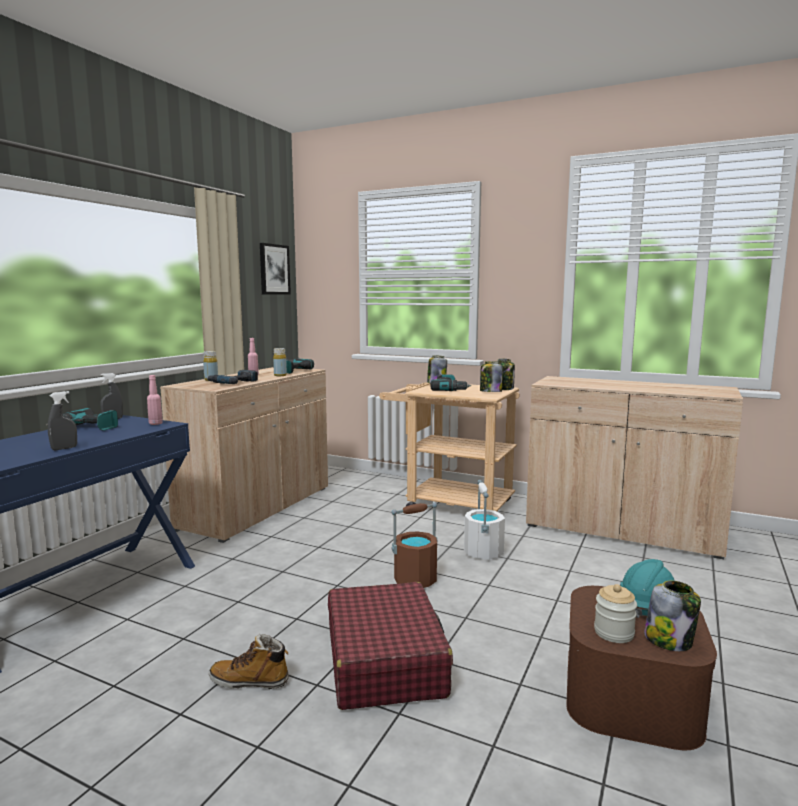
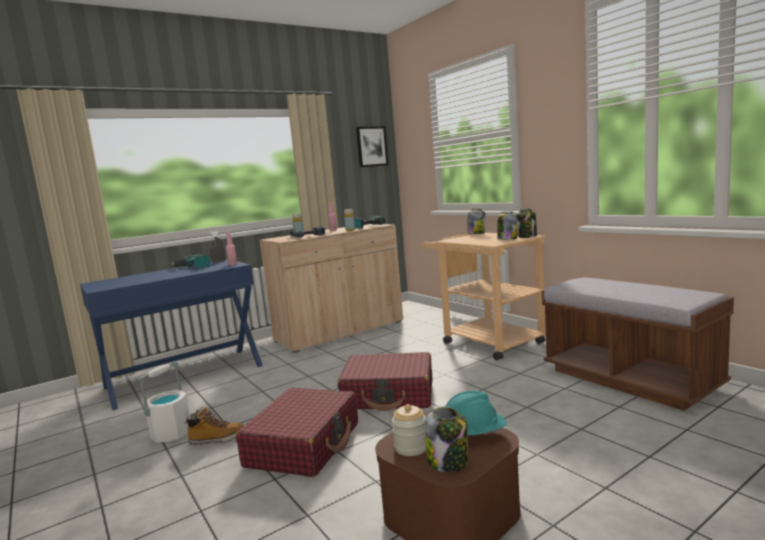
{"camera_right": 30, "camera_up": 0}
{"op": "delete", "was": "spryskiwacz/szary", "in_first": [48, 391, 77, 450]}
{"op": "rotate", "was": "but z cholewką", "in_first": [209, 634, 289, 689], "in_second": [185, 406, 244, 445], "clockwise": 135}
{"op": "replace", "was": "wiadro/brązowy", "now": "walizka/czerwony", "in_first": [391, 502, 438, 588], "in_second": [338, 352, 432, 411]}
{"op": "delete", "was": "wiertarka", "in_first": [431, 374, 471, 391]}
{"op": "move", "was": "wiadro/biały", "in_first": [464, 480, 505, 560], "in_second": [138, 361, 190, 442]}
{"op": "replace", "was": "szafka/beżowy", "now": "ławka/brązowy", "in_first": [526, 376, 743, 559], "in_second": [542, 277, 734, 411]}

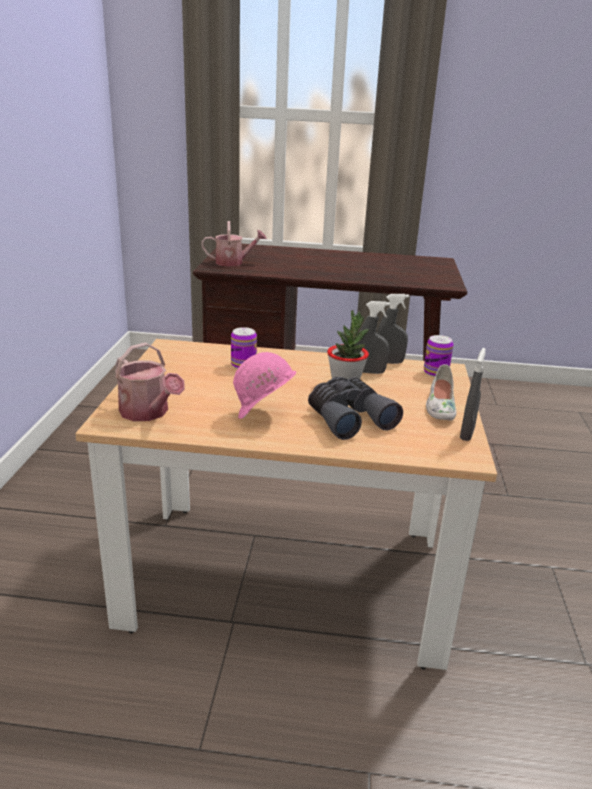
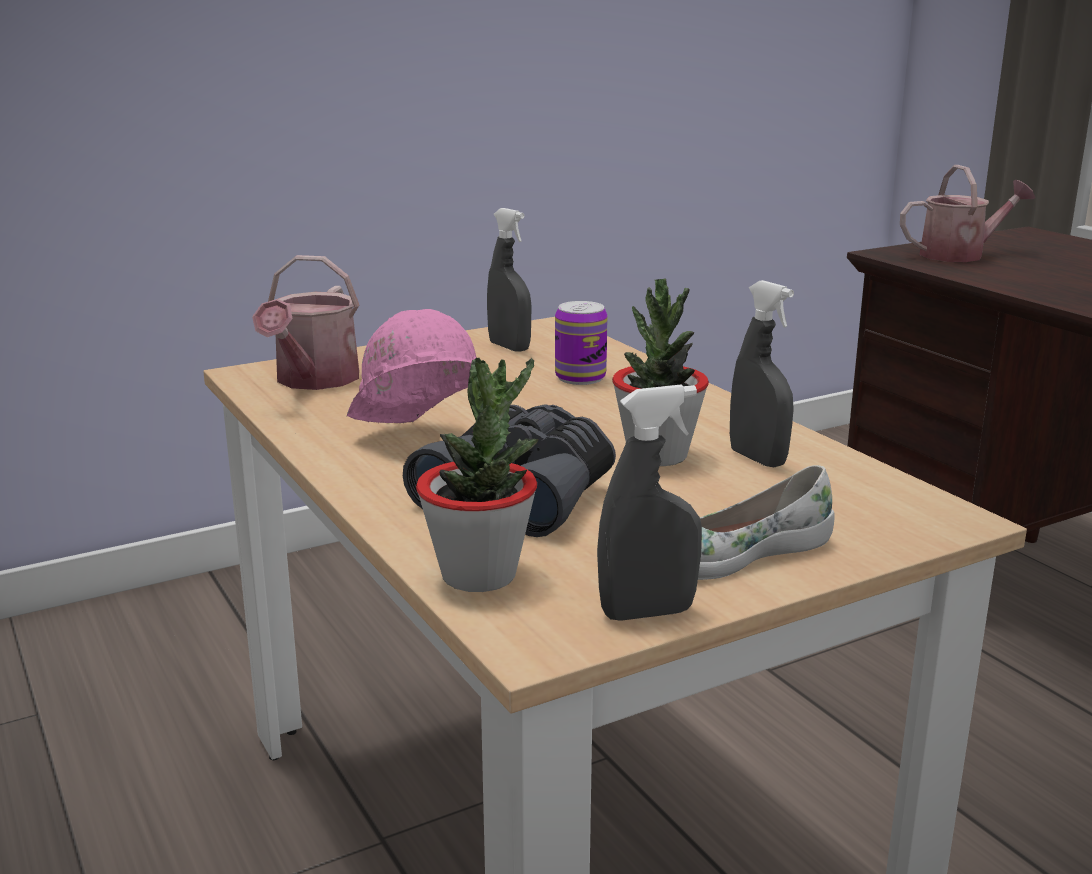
{"camera_right": 55, "camera_up": -5}
{"op": "rotate", "was": "konewka", "in_first": [201, 221, 267, 267], "in_second": [900, 165, 1036, 262], "clockwise": -60}
{"op": "move", "was": "spryskiwacz/szary", "in_first": [377, 294, 409, 364], "in_second": [487, 208, 532, 352]}
{"op": "delete", "was": "puszka", "in_first": [424, 335, 453, 377]}
{"op": "insert", "now": "roślina doniczkowa", "in_second": [416, 358, 539, 592]}

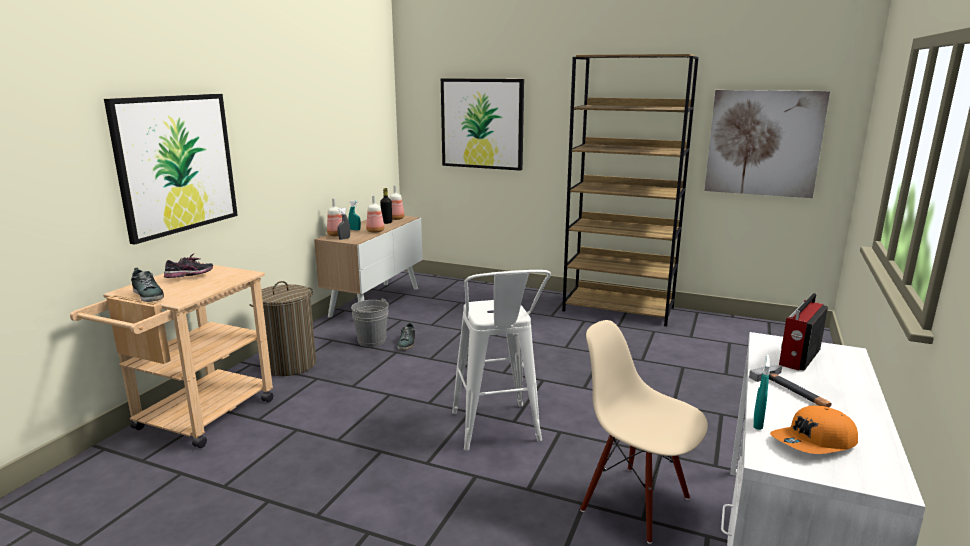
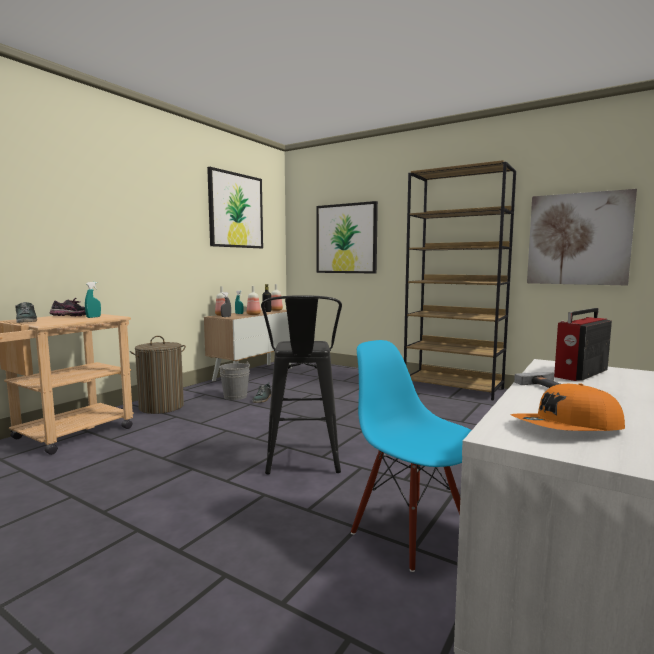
{"camera_right": 10, "camera_up": -10}
{"op": "move", "was": "obraz", "in_first": [104, 94, 238, 245], "in_second": [207, 167, 263, 248]}
{"op": "recolor", "was": "stołek/biały", "now": "stołek/czarny", "in_first": [452, 270, 551, 451], "in_second": [261, 295, 342, 475]}
{"op": "recolor", "was": "krzesło/beżowy", "now": "krzesło/niebieski", "in_first": [580, 320, 708, 544], "in_second": [351, 340, 472, 572]}
{"op": "move", "was": "spryskiwacz/turkusowy", "in_first": [753, 355, 770, 430], "in_second": [85, 282, 101, 318]}

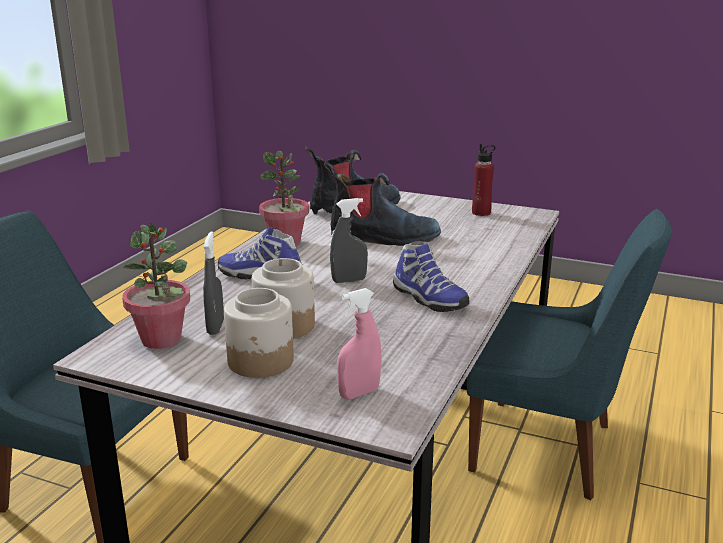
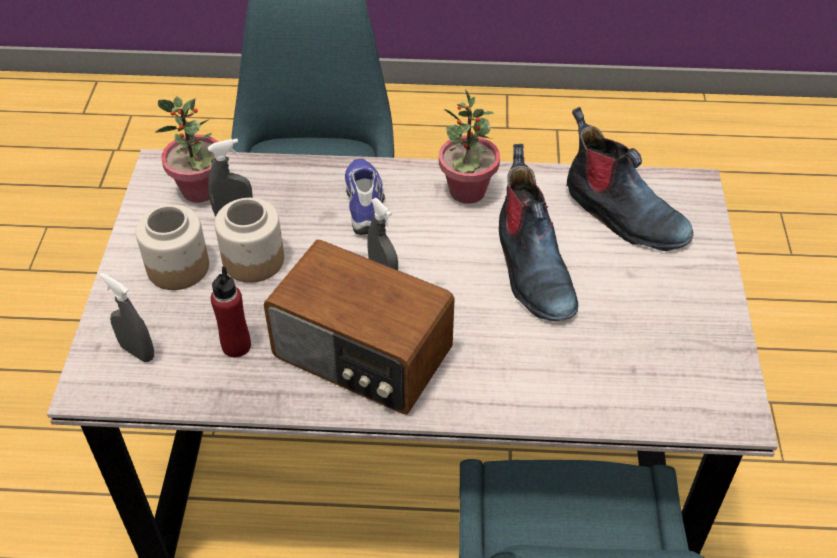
{"camera_right": 70, "camera_up": 25}
{"op": "recolor", "was": "spryskiwacz/różowy", "now": "spryskiwacz/szary", "in_first": [337, 288, 382, 399], "in_second": [100, 273, 154, 362]}
{"op": "replace", "was": "but", "now": "radio", "in_first": [393, 244, 470, 312], "in_second": [263, 240, 455, 415]}
{"op": "move", "was": "butelka/czerwony", "in_first": [472, 144, 495, 216], "in_second": [211, 266, 251, 357]}

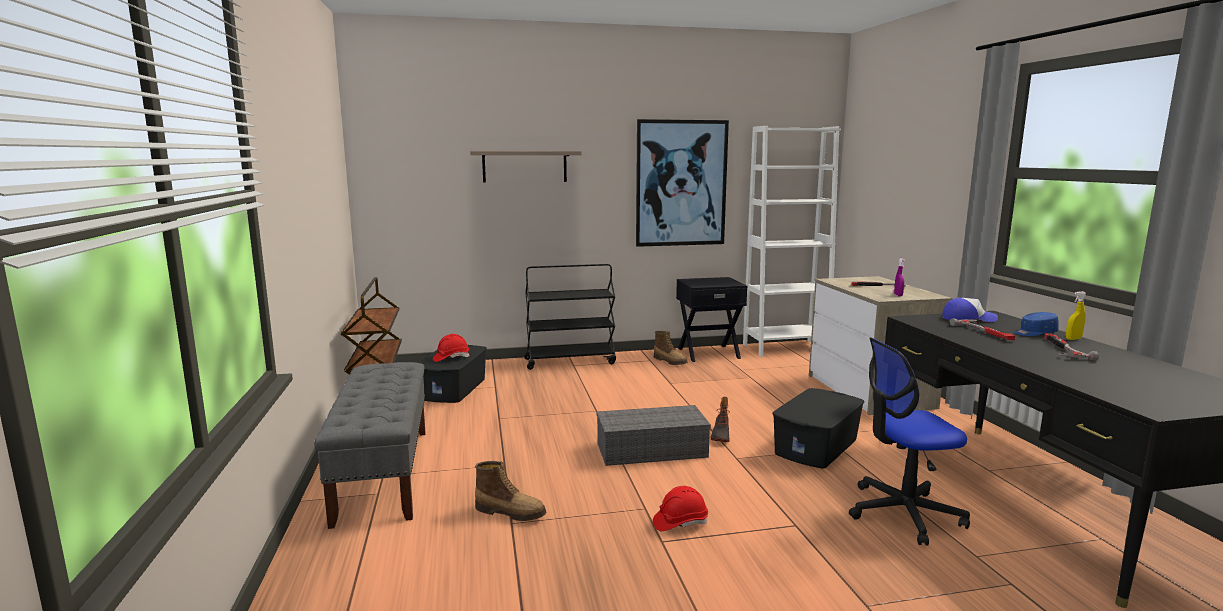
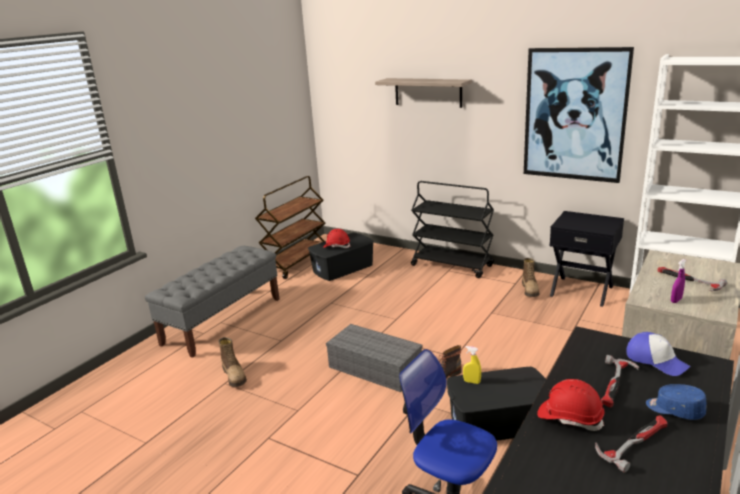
{"camera_right": 45, "camera_up": 10}
{"op": "move", "was": "kask/czerwony", "in_first": [653, 486, 708, 531], "in_second": [537, 379, 604, 431]}
{"op": "move", "was": "spryskiwacz/żółty", "in_first": [1066, 291, 1086, 340], "in_second": [463, 346, 481, 384]}

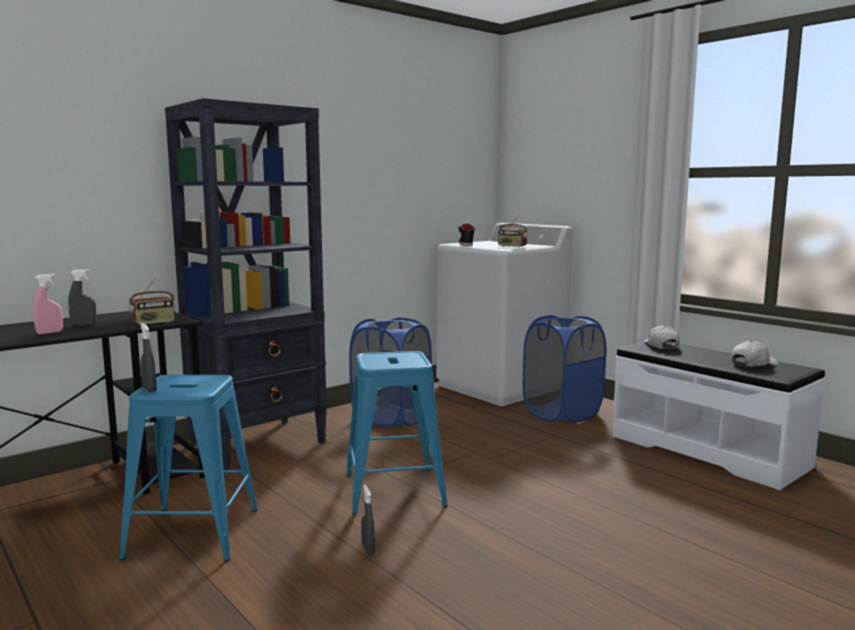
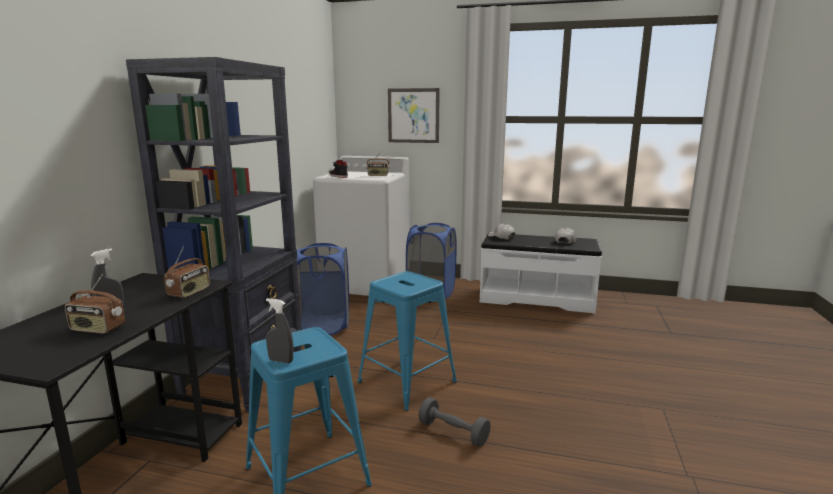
{"camera_right": -35, "camera_up": 5}
{"op": "replace", "was": "spryskiwacz/różowy", "now": "radio", "in_first": [33, 274, 63, 334], "in_second": [65, 275, 125, 334]}
{"op": "replace", "was": "spryskiwacz/szary", "now": "hantel/szary", "in_first": [361, 485, 375, 555], "in_second": [418, 397, 490, 447]}
{"op": "insert", "now": "obraz", "in_second": [388, 88, 440, 143]}

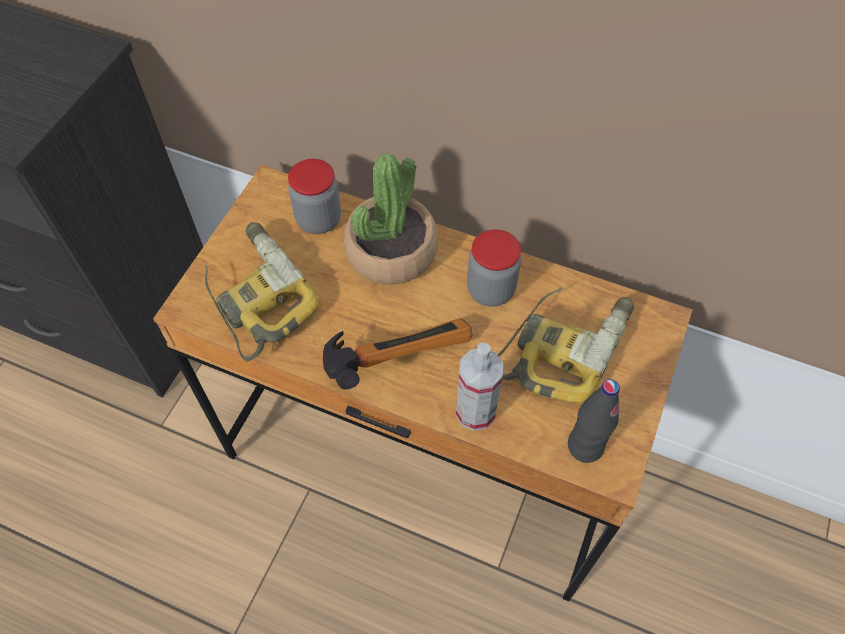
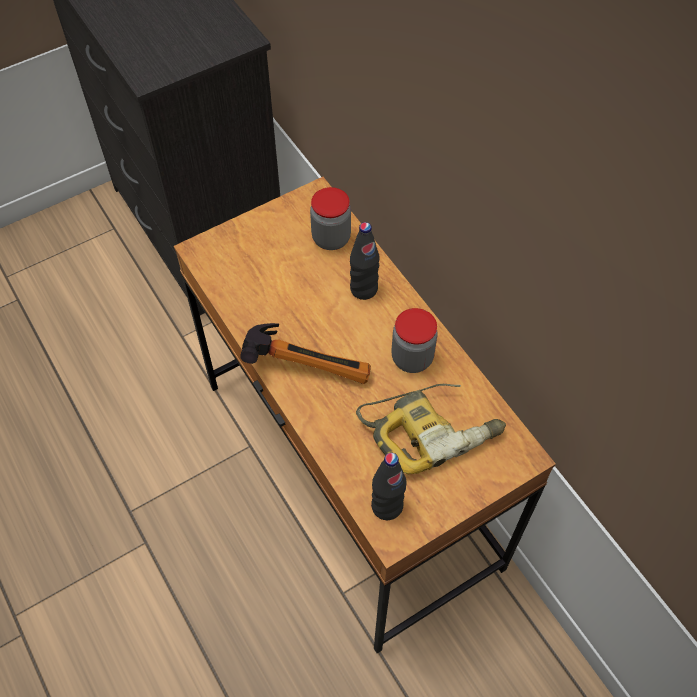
{"camera_right": 35, "camera_up": 0}
{"op": "delete", "was": "wiertarka", "in_first": [205, 222, 318, 362]}
{"op": "replace", "was": "roślina doniczkowa", "now": "butelka/czarny", "in_first": [344, 153, 438, 284], "in_second": [350, 222, 380, 300]}
{"op": "delete", "was": "spryskiwacz", "in_first": [456, 343, 504, 431]}

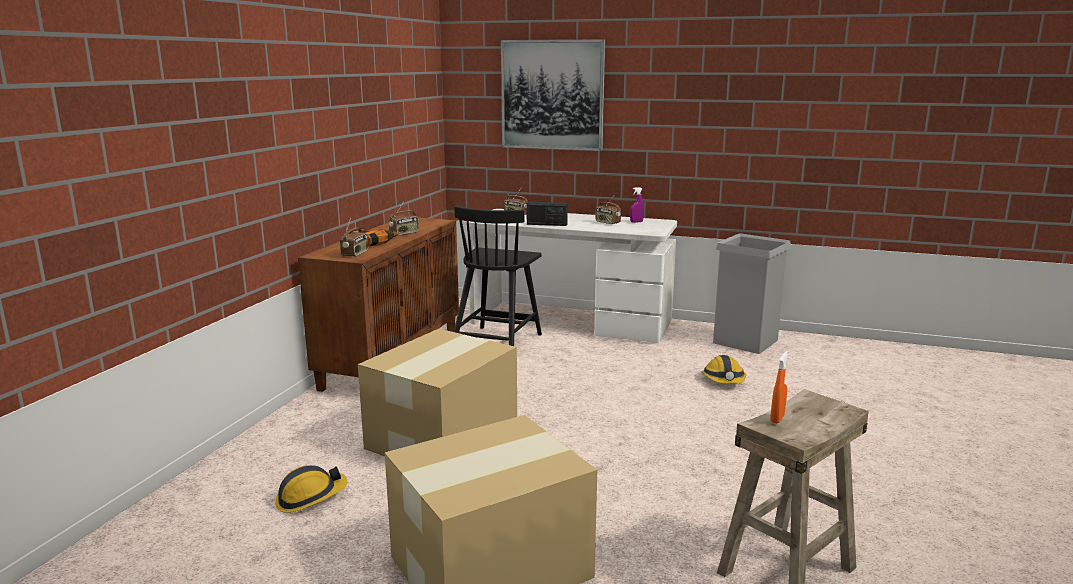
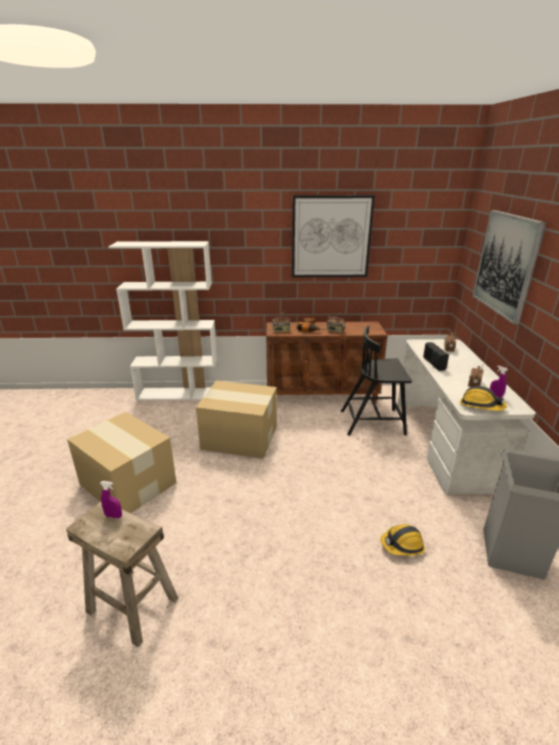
{"camera_right": 70, "camera_up": 10}
{"op": "move", "was": "kask", "in_first": [276, 465, 348, 513], "in_second": [460, 386, 507, 411]}
{"op": "recolor", "was": "spryskiwacz/pomarańczowy", "now": "spryskiwacz/fioletowy", "in_first": [770, 351, 788, 424], "in_second": [100, 481, 122, 518]}
{"op": "insert", "now": "regał/biały", "in_second": [109, 241, 217, 401]}
{"op": "insert", "now": "obraz", "in_second": [292, 195, 375, 277]}

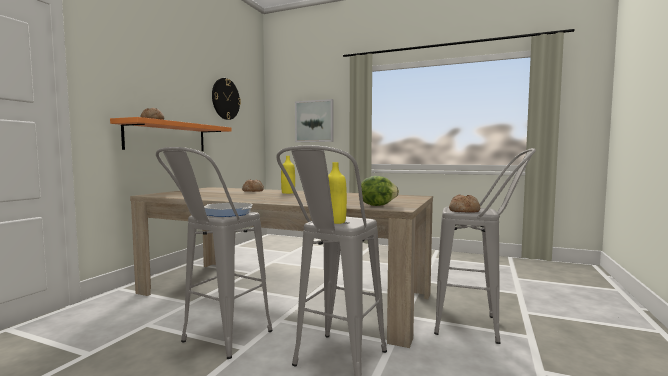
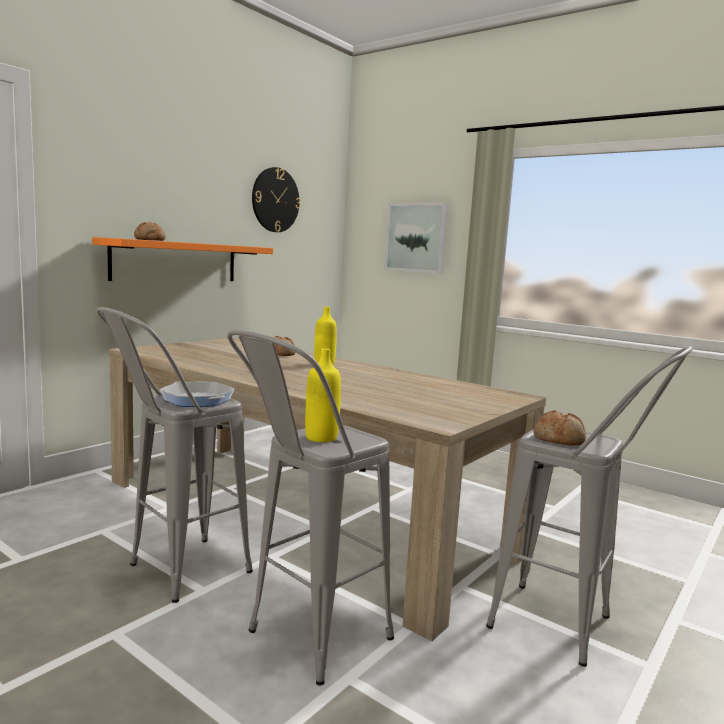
{"camera_right": 15, "camera_up": 5}
{"op": "delete", "was": "sałata", "in_first": [361, 176, 399, 206]}

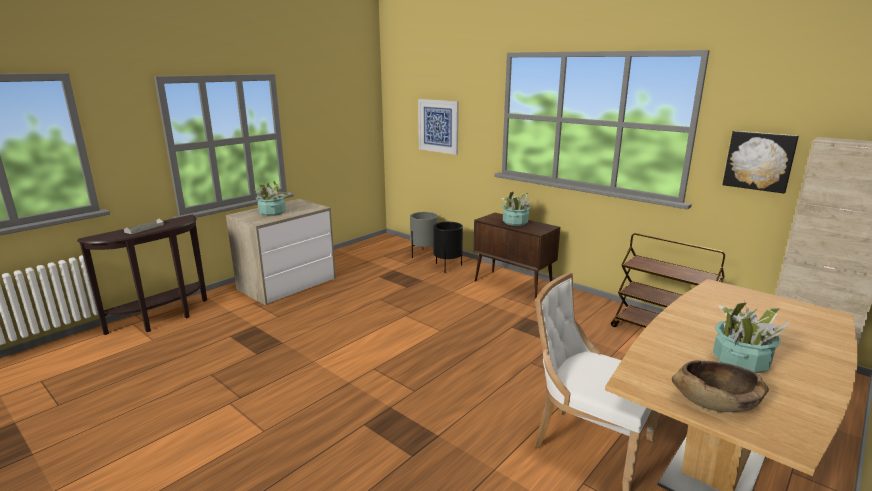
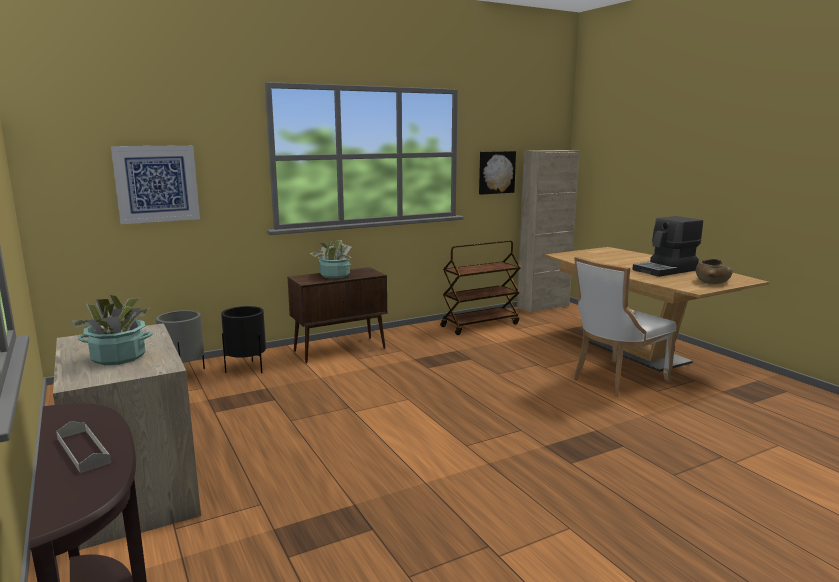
{"camera_right": -70, "camera_up": -5}
{"op": "replace", "was": "roślina doniczkowa", "now": "ekspres do kawy", "in_first": [713, 300, 790, 373], "in_second": [632, 216, 703, 277]}

